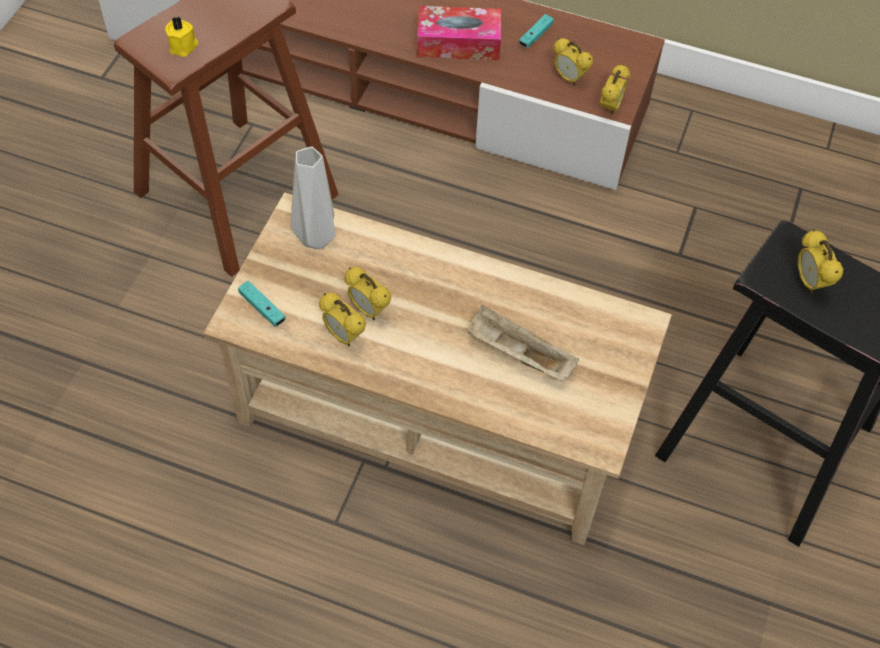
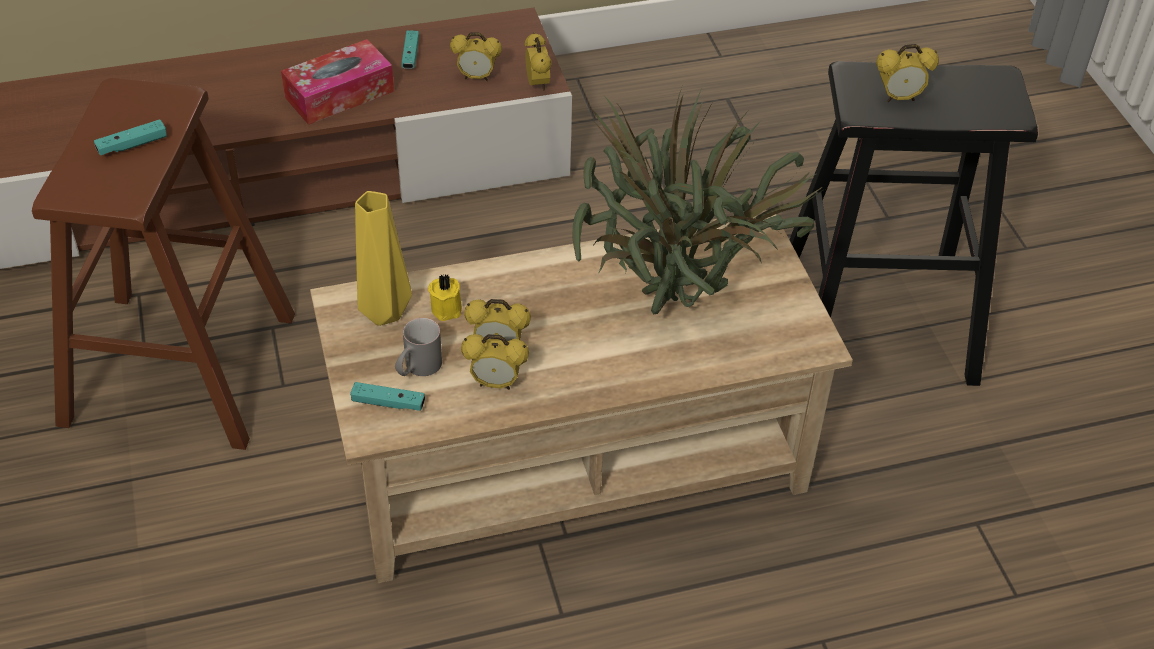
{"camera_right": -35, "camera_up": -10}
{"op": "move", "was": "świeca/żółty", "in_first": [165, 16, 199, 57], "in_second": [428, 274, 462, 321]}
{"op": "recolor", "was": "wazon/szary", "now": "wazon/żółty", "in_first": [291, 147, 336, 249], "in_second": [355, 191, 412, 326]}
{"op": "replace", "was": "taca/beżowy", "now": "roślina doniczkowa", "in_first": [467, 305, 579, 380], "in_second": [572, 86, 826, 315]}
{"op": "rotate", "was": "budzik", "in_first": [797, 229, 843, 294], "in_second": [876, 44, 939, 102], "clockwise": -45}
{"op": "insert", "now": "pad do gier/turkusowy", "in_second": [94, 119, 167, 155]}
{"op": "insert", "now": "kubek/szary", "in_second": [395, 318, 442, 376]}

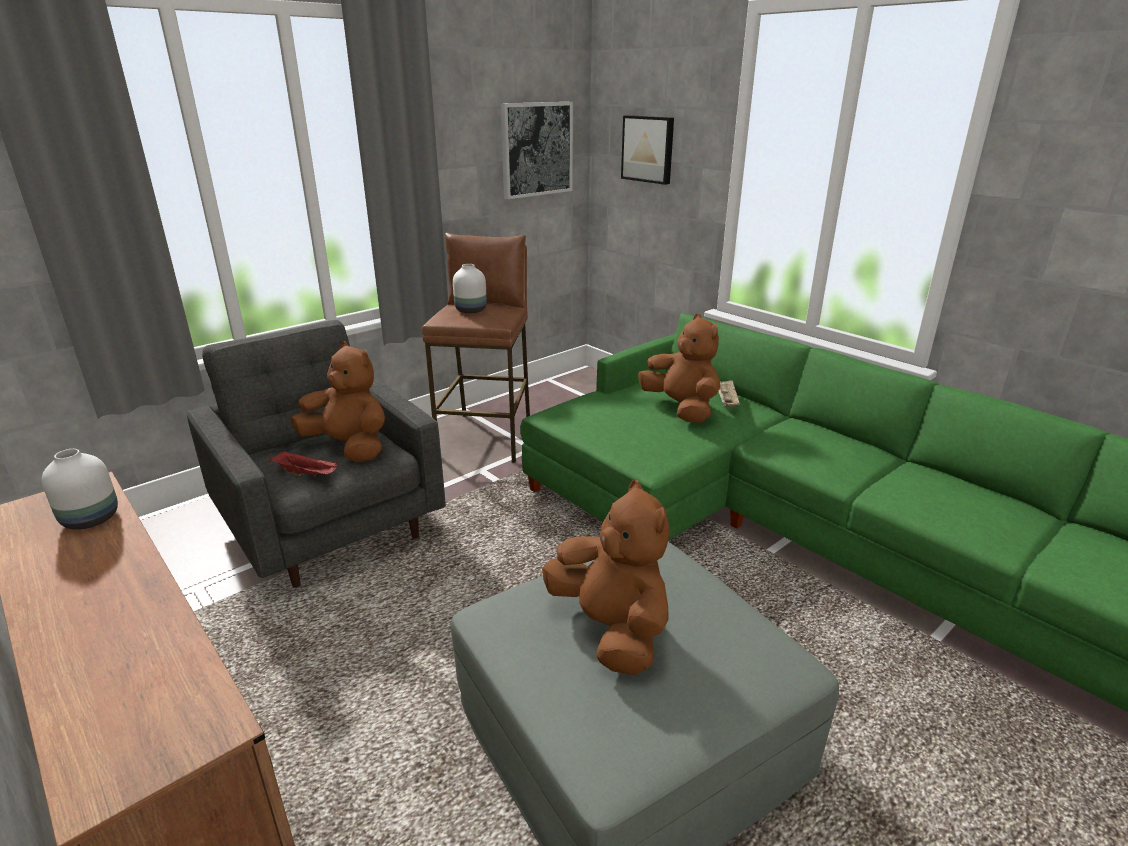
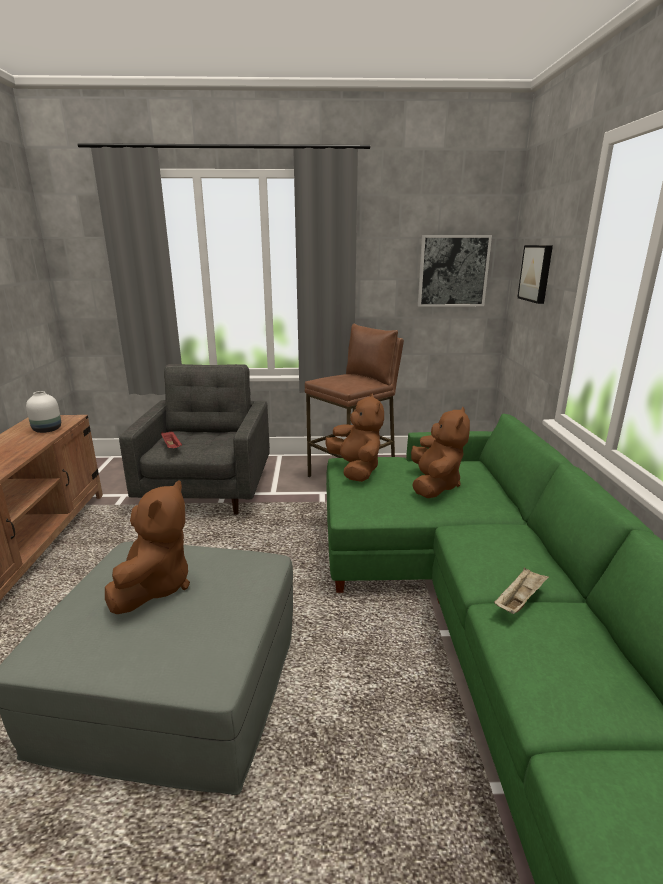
{"camera_right": 40, "camera_up": -5}
{"op": "move", "was": "pluszak/brązowy", "in_first": [291, 342, 385, 462], "in_second": [325, 393, 384, 482]}
{"op": "delete", "was": "wazon/biały", "in_first": [453, 264, 487, 313]}
{"op": "move", "was": "taca/beżowy", "in_first": [718, 380, 740, 407], "in_second": [494, 567, 549, 614]}

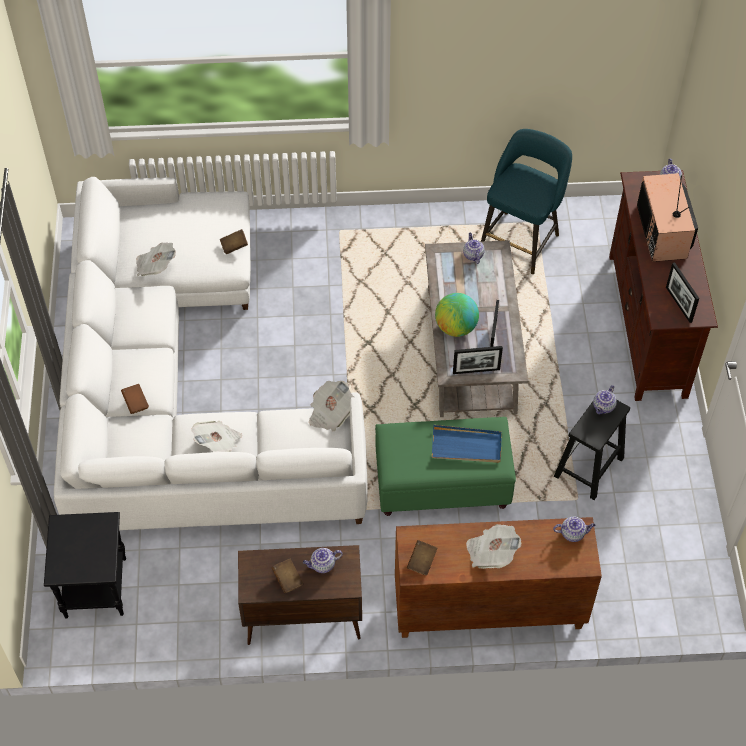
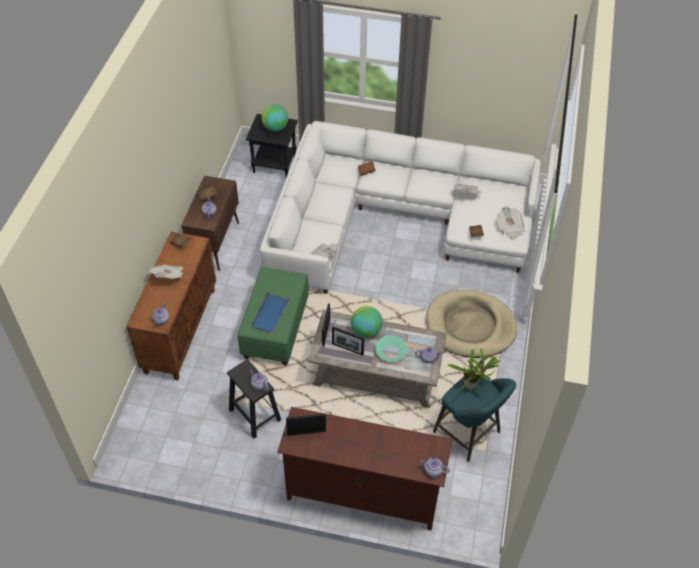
{"camera_right": 105, "camera_up": -5}
{"op": "move", "was": "gazeta", "in_first": [191, 421, 242, 452], "in_second": [497, 206, 525, 240]}
{"op": "delete", "was": "telewizor", "in_first": [637, 173, 698, 262]}
{"op": "insert", "now": "globus", "in_second": [262, 104, 288, 132]}
{"op": "insert", "now": "miska/turkusowy", "in_second": [375, 335, 407, 362]}
{"op": "insert", "now": "legowisko/beżowy", "in_second": [426, 290, 517, 358]}
{"op": "insert", "now": "roślina doniczkowa", "in_second": [448, 349, 500, 390]}

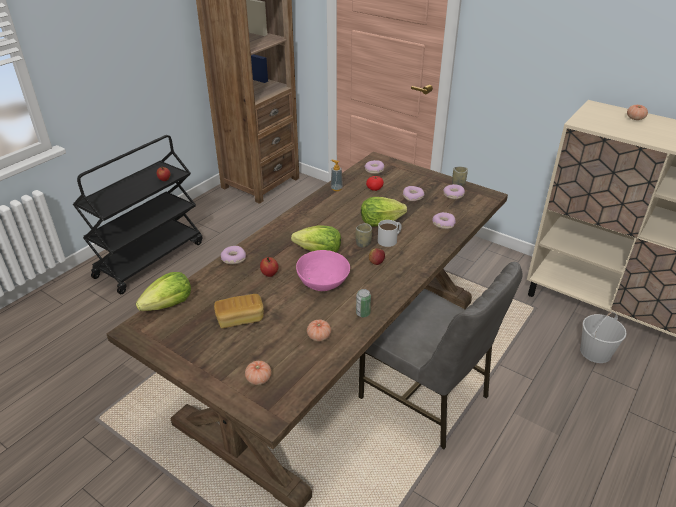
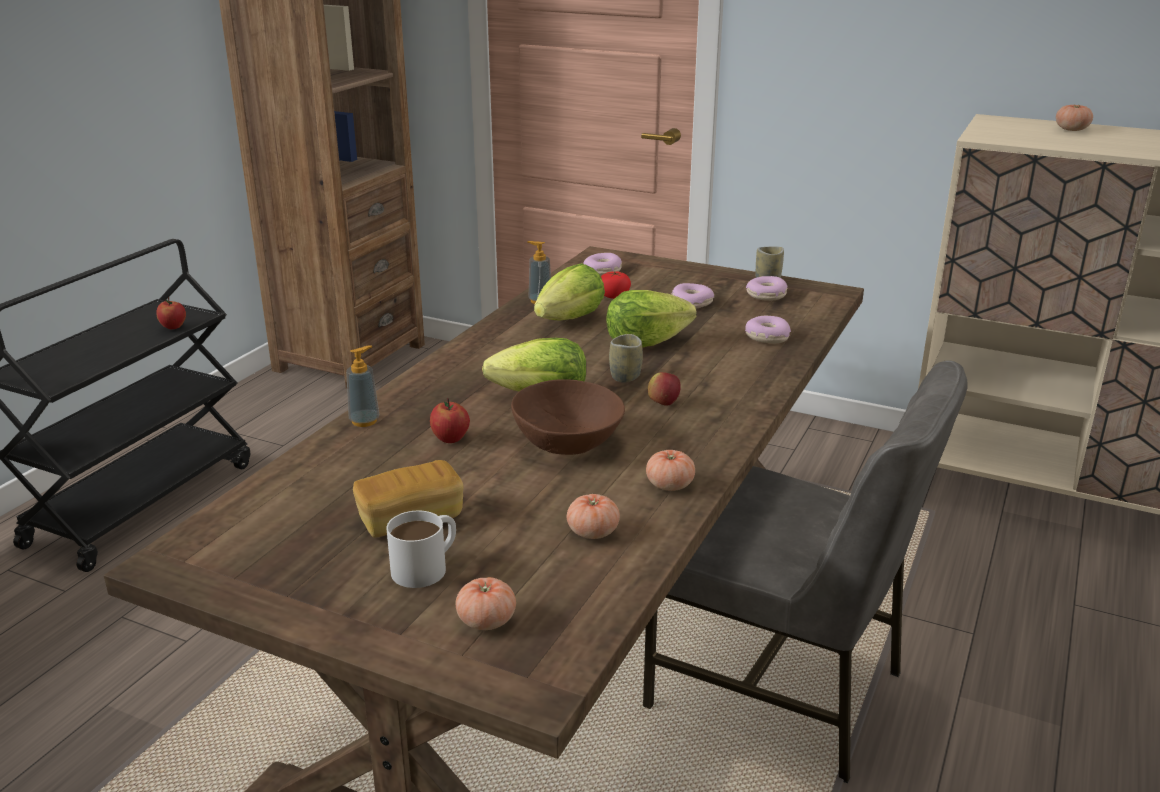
{"camera_right": -10, "camera_up": -10}
{"op": "move", "was": "sałata", "in_first": [136, 272, 191, 311], "in_second": [534, 263, 605, 321]}
{"op": "replace", "was": "donut", "now": "dozownik mydła", "in_first": [221, 246, 246, 264], "in_second": [346, 345, 379, 427]}
{"op": "recolor", "was": "miska/różowy", "now": "miska/brązowy", "in_first": [296, 250, 350, 291], "in_second": [511, 379, 625, 455]}
{"op": "replace", "was": "puszka", "now": "pomidor", "in_first": [356, 289, 371, 317], "in_second": [646, 450, 695, 491]}
{"op": "move", "was": "kubek/biały", "in_first": [378, 220, 402, 247], "in_second": [386, 511, 456, 588]}
{"op": "delete", "was": "wiadro/biały", "in_first": [580, 312, 627, 363]}

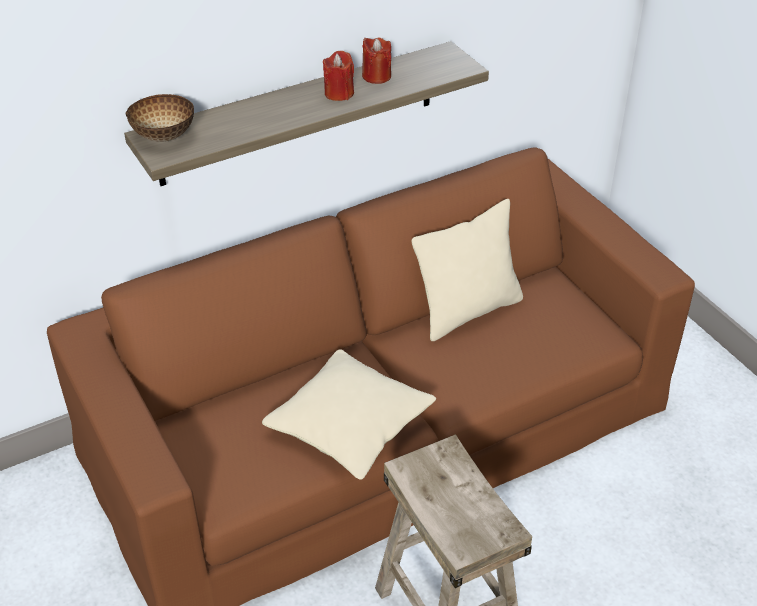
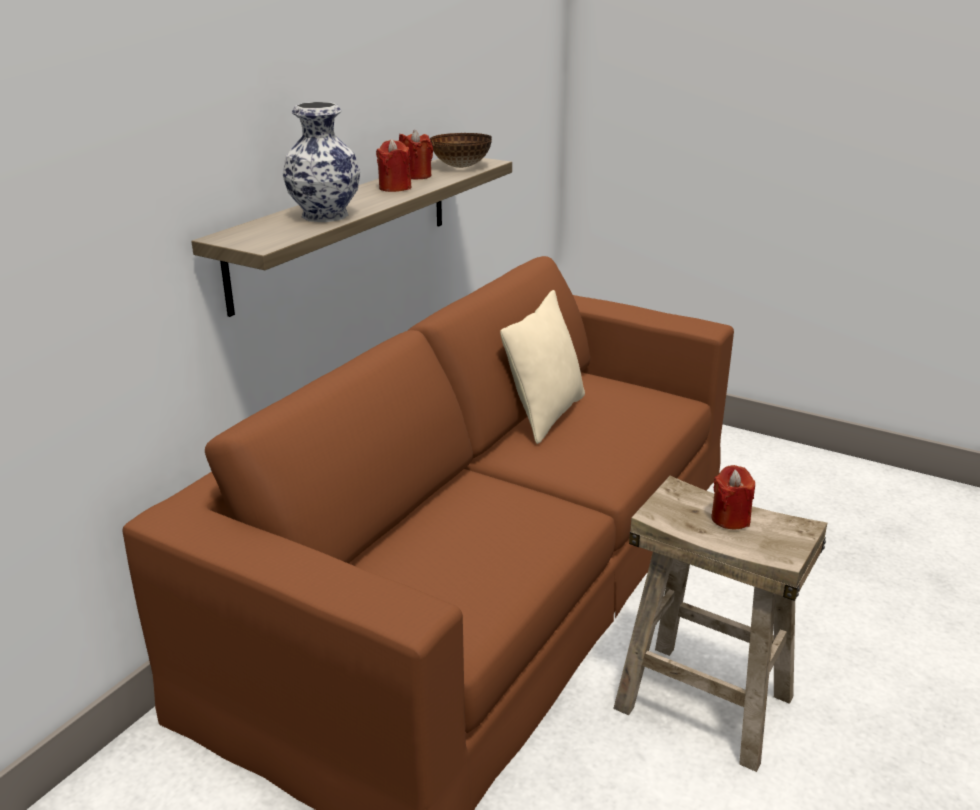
{"camera_right": -30, "camera_up": -15}
{"op": "move", "was": "miska", "in_first": [125, 94, 194, 142], "in_second": [430, 133, 492, 168]}
{"op": "delete", "was": "poduszka/beżowy", "in_first": [262, 349, 436, 480]}
{"op": "insert", "now": "wazon", "in_second": [283, 102, 360, 222]}
{"op": "insert", "now": "świeca/czerwony", "in_second": [711, 465, 755, 529]}

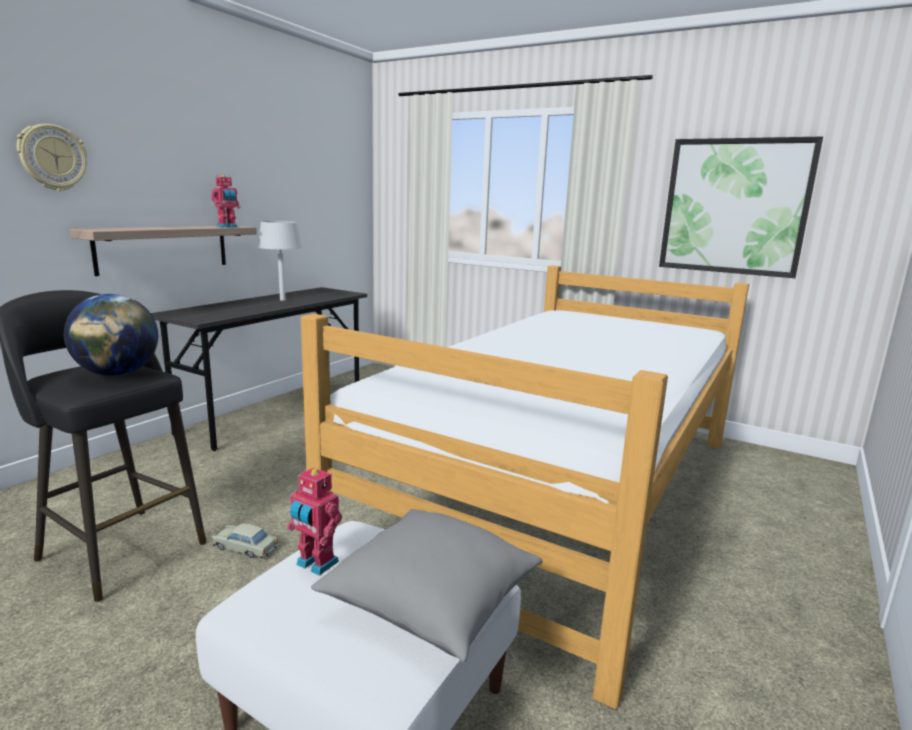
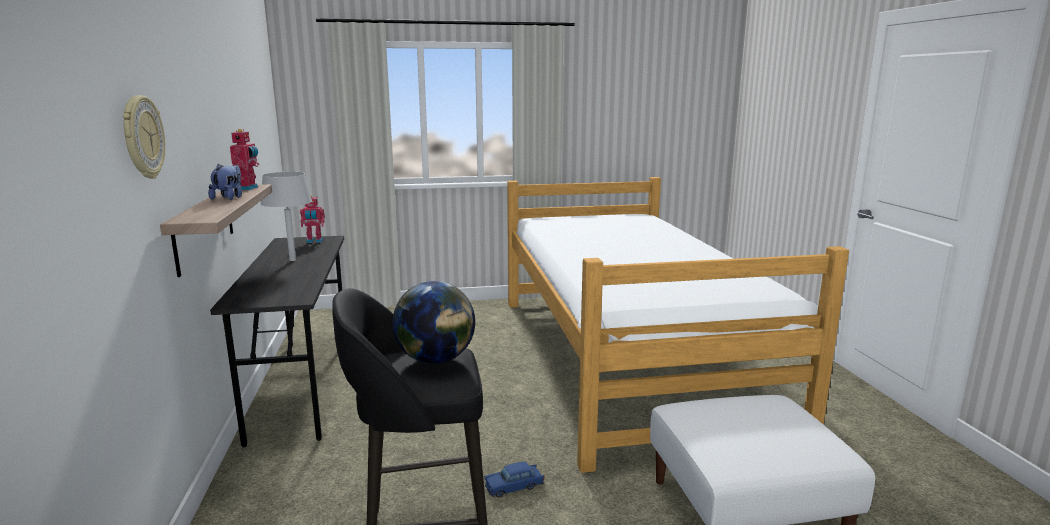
{"camera_right": -40, "camera_up": 0}
{"op": "recolor", "was": "samochodzik/beżowy", "now": "samochodzik/niebieski", "in_first": [212, 523, 278, 558], "in_second": [484, 462, 544, 497]}
{"op": "move", "was": "robot zabawkowy", "in_first": [287, 467, 342, 576], "in_second": [300, 196, 325, 243]}
{"op": "delete", "was": "poduszka/szary", "in_first": [311, 509, 543, 663]}
{"op": "delete", "was": "obraz", "in_first": [659, 137, 823, 278]}
{"op": "insert", "now": "pluszak", "in_second": [208, 164, 242, 200]}

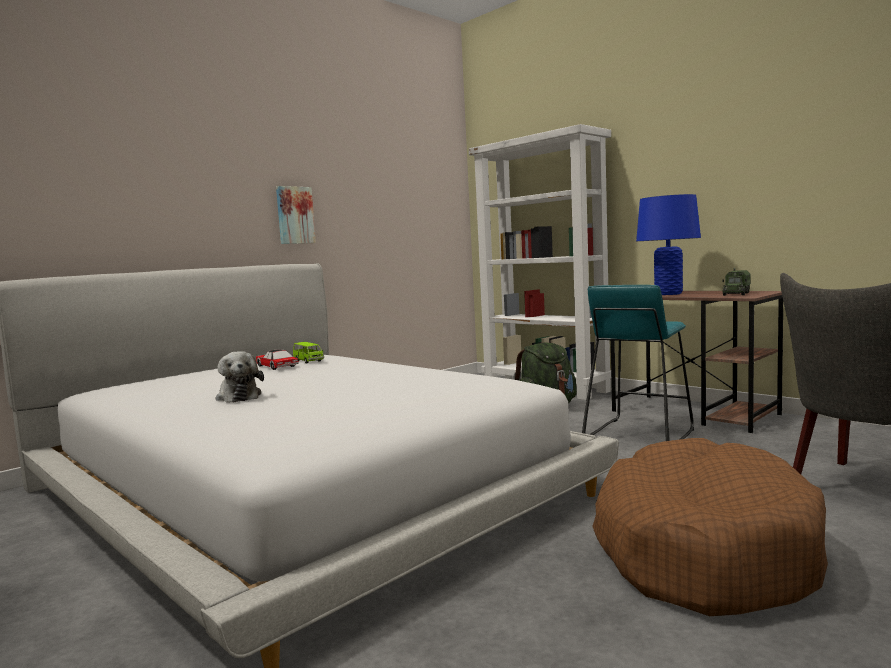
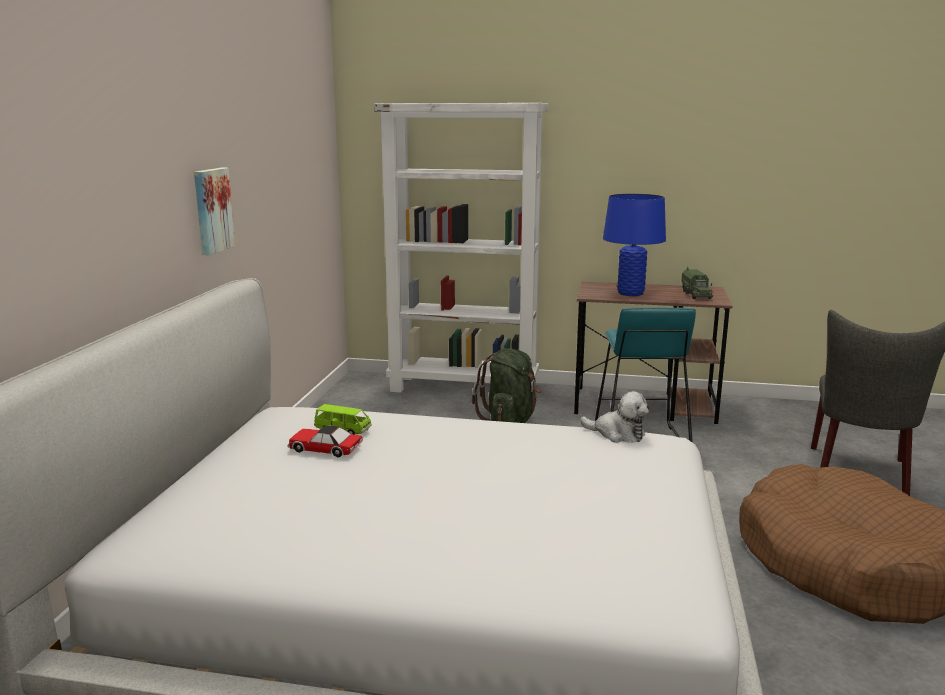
{"camera_right": -35, "camera_up": 10}
{"op": "move", "was": "pluszak", "in_first": [215, 351, 264, 403], "in_second": [580, 391, 649, 443]}

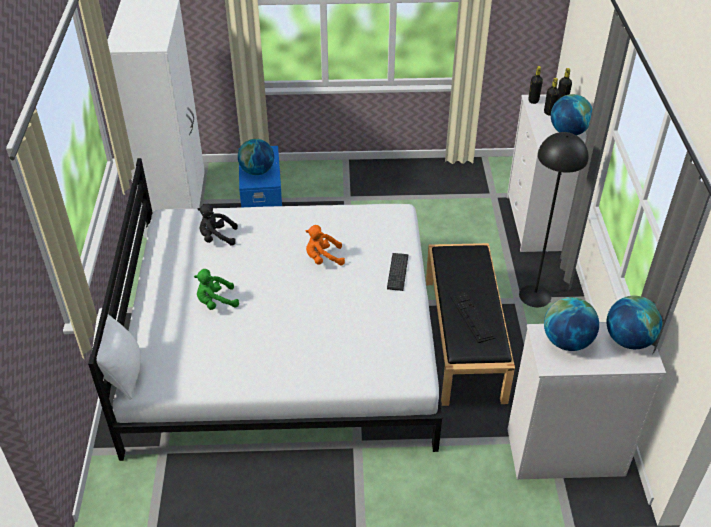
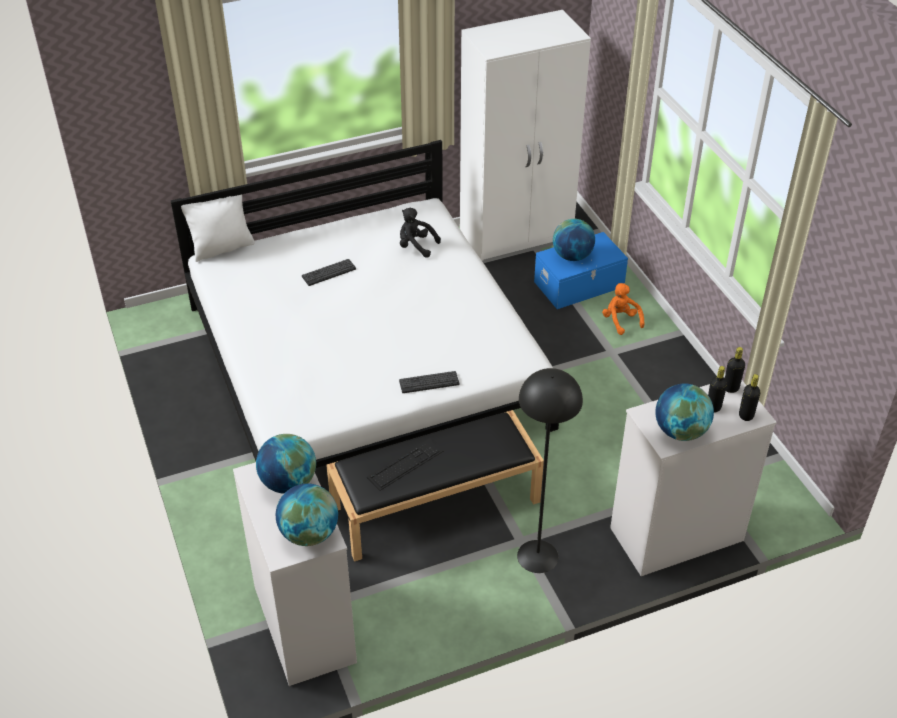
{"camera_right": 70, "camera_up": 0}
{"op": "replace", "was": "pluszak/zielony", "now": "klawiatura", "in_first": [194, 269, 239, 310], "in_second": [302, 259, 356, 286]}
{"op": "rotate", "was": "pluszak/czarny", "in_first": [198, 204, 238, 246], "in_second": [400, 208, 441, 258], "clockwise": -45}
{"op": "move", "was": "pluszak/pomarańczowy", "in_first": [305, 225, 345, 265], "in_second": [602, 283, 644, 335]}

